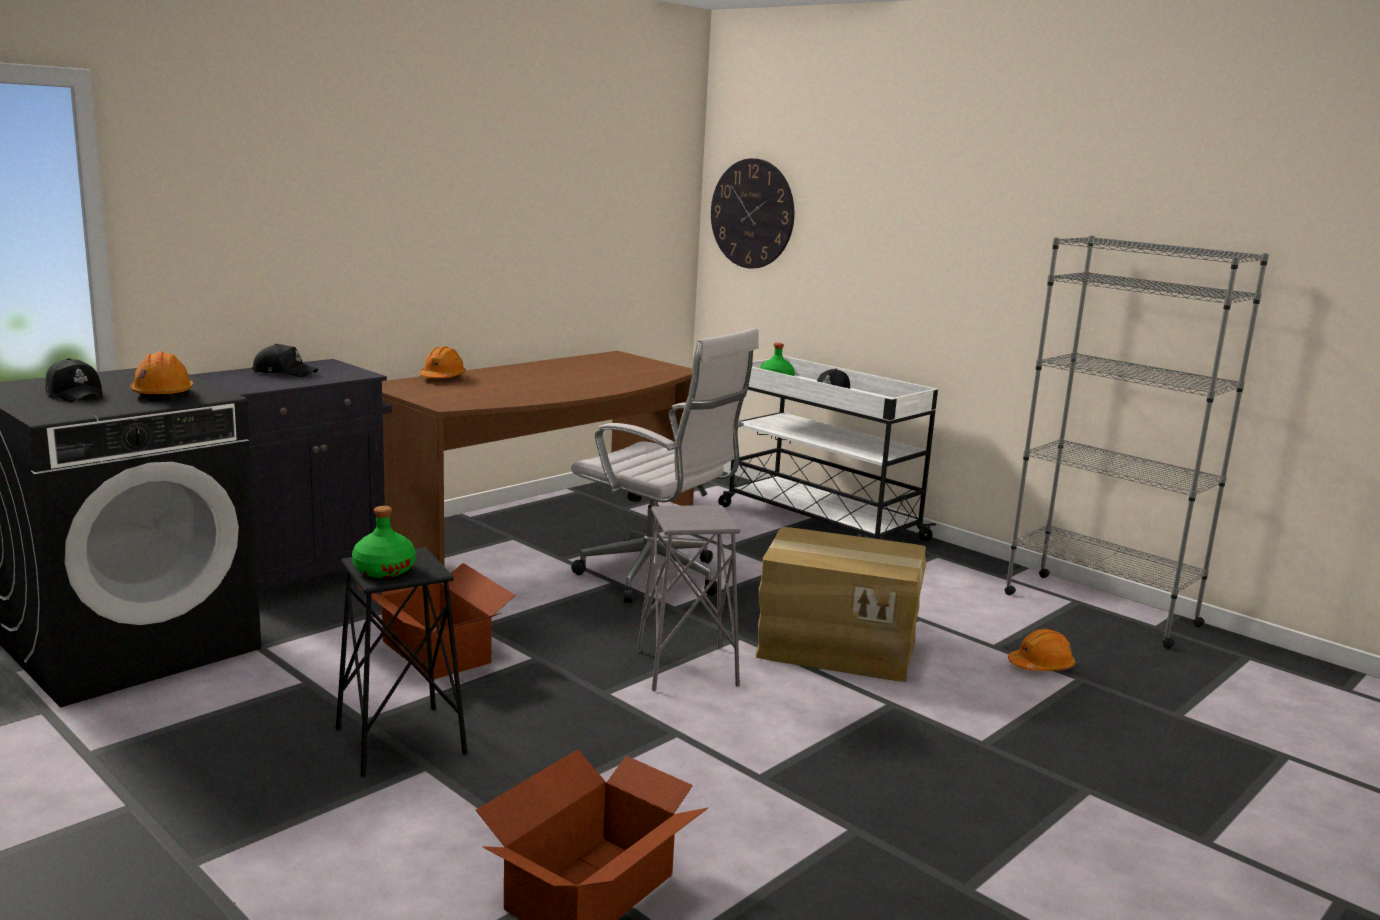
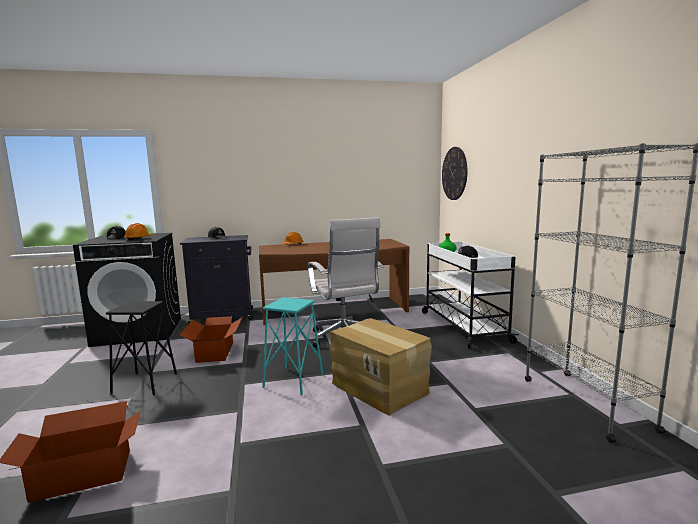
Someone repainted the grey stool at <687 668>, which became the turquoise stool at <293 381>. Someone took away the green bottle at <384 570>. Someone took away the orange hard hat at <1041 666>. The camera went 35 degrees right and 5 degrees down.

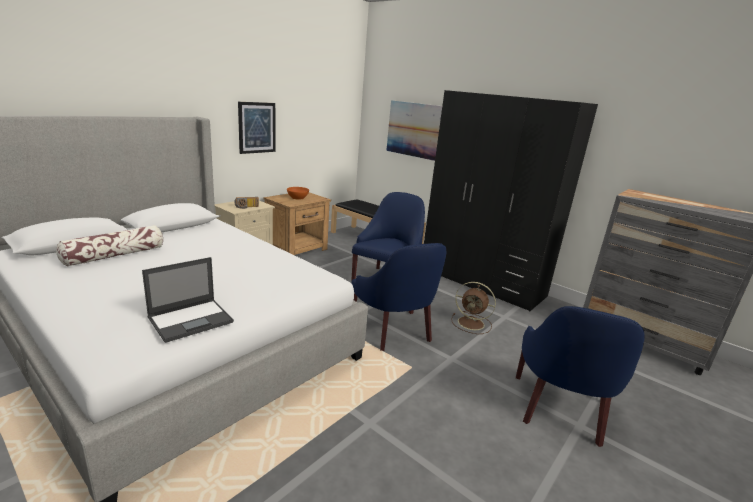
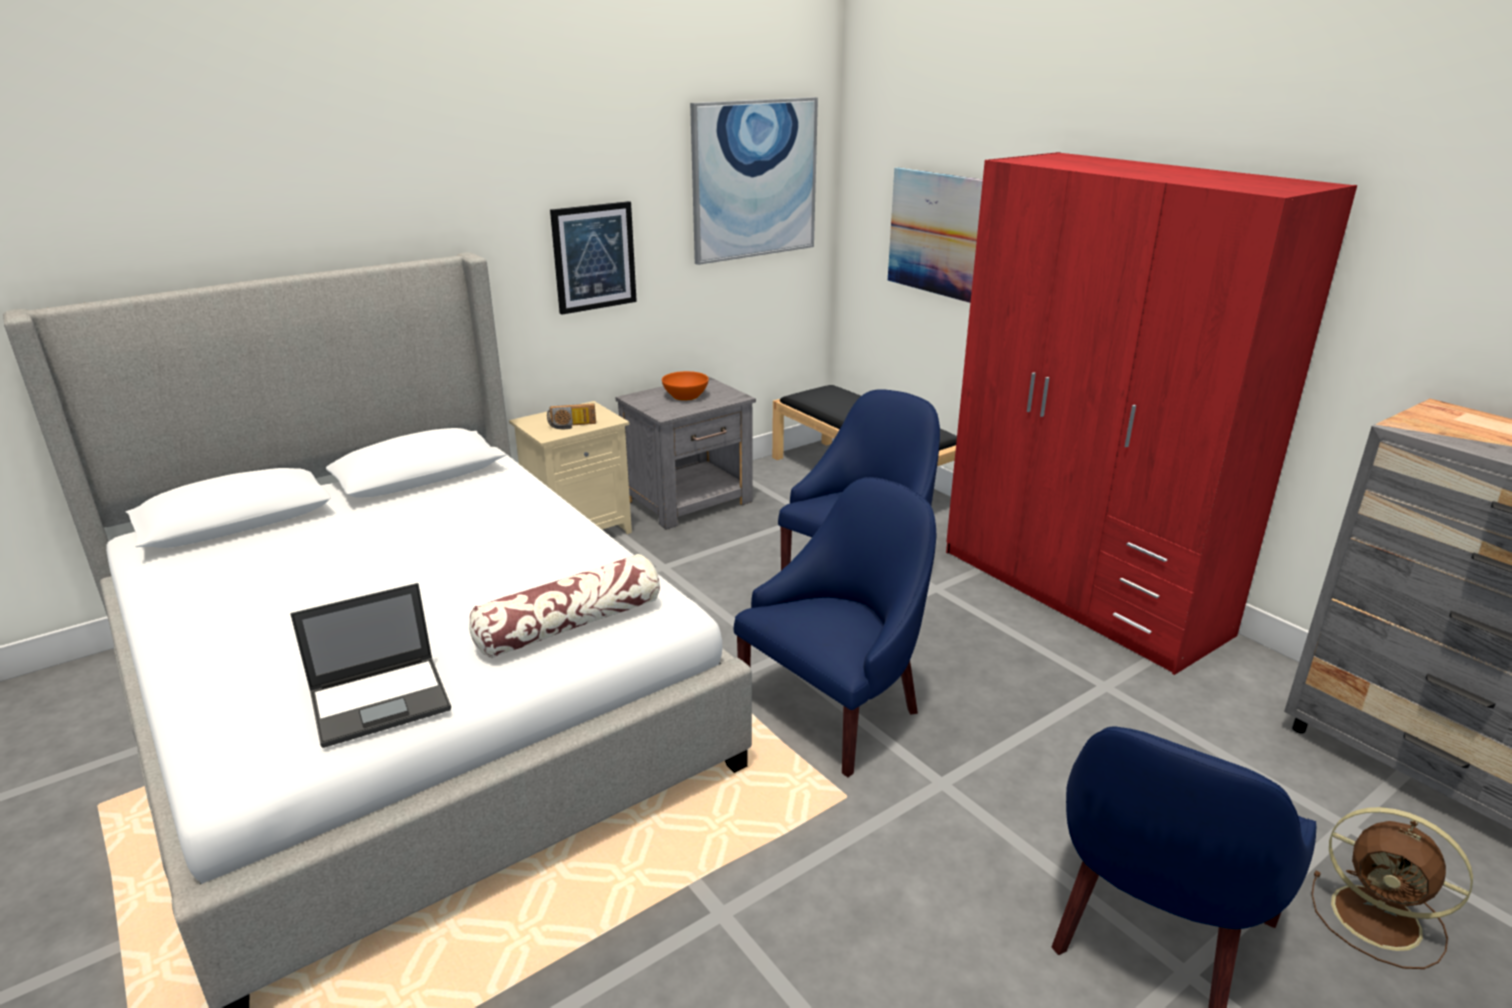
Someone repainted the black wardrobe at <481 282>, which became the red wardrobe at <1080 592>. Someone repainted the brown nightstand at <297 249>, which became the grey nightstand at <690 501>. Someone carried the pillow from <115 255> to <570 625>. Someone rotated the blue armchair at <394 331> by 120 degrees counterclockwise. Someone carried the brown fan from <472 323> to <1380 919>. Someone put up the picture at <754 179>. The camera went 15 degrees right and 5 degrees up.

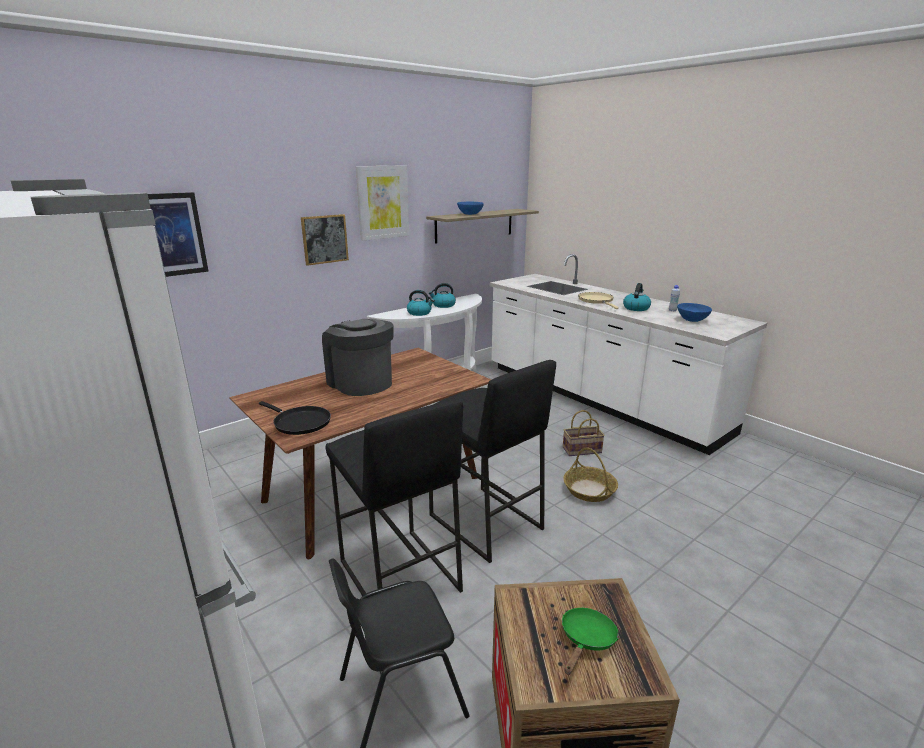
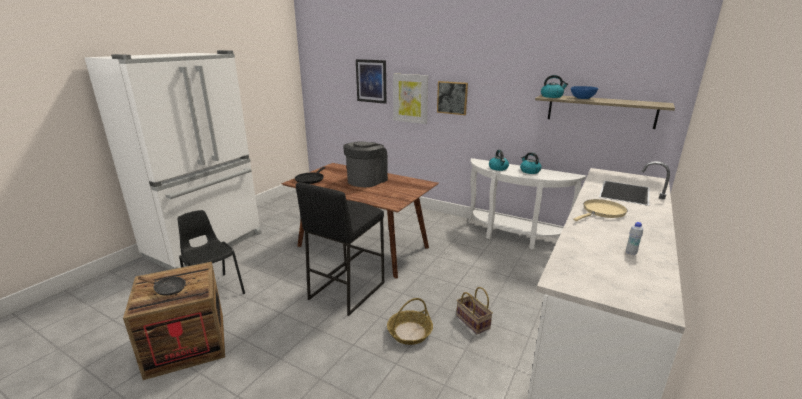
Someone carried the picture from <383 202> to <410 98>. Someone carried the kettle from <636 308> to <552 96>. Someone took away the blue bowl at <692 320>. Someone took away the black stool at <398 576>. Someone repainted the green frying pan at <586 640>, which became the black frying pan at <167 289>. The camera went 70 degrees right and 0 degrees up.

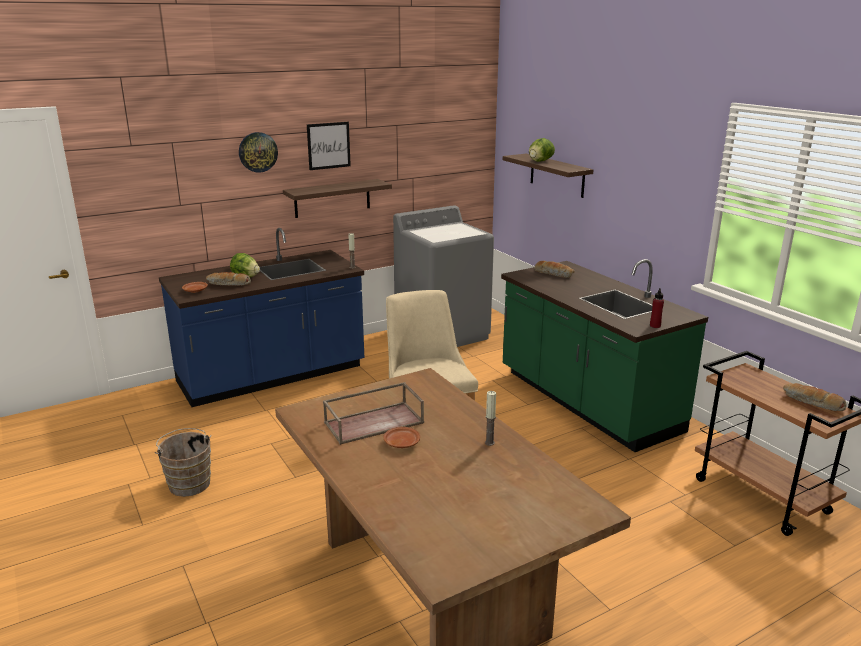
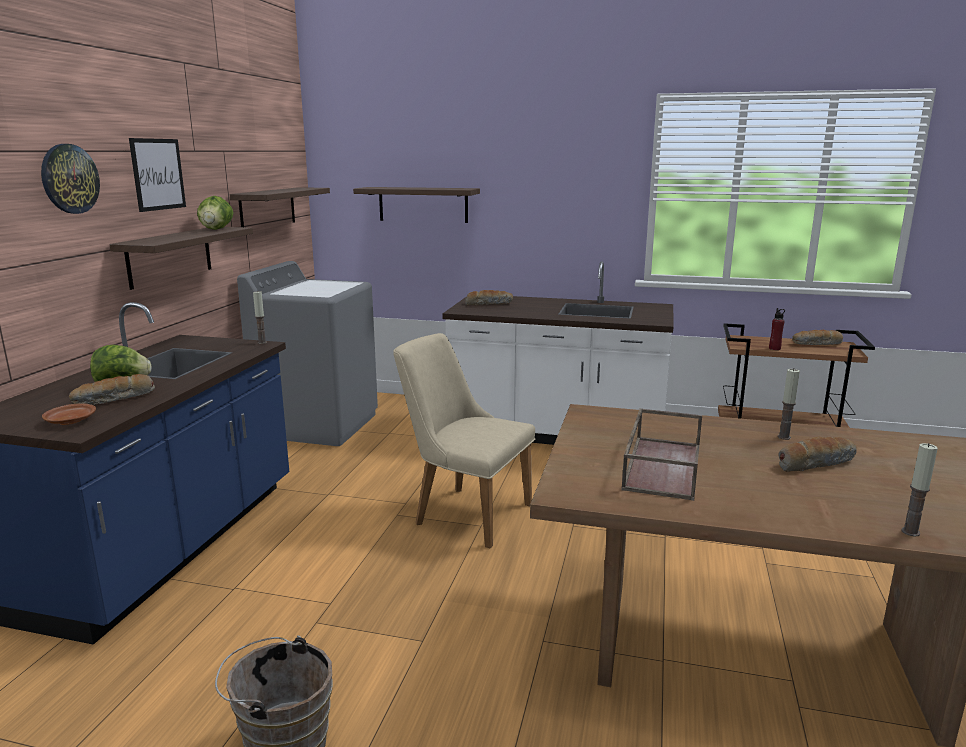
Someone carried the lettuce from <540 161> to <216 229>. Someone repainted the green counter at <586 402>, which became the white counter at <556 433>. Someone carried the red bottle from <655 326> to <774 348>. Someone took away the brown plate at <401 443>. Someone put up the shelf at <267 208>. Someone put down the bread at <815 463>. Someone put down the candle at <910 532>. The camera went 45 degrees left and 5 degrees down.

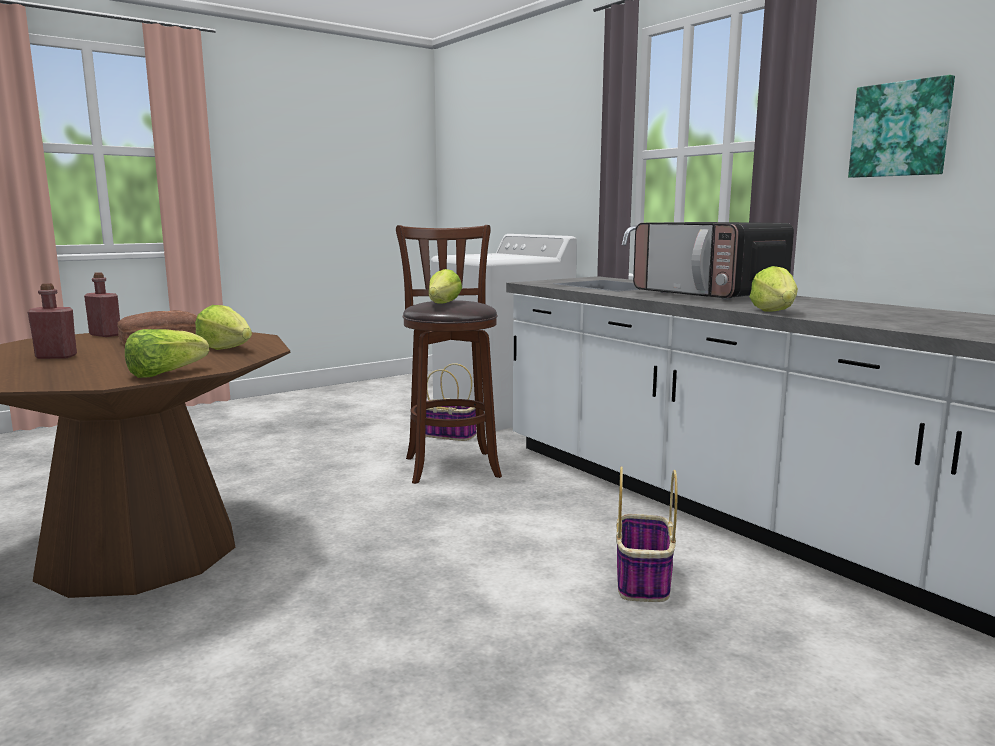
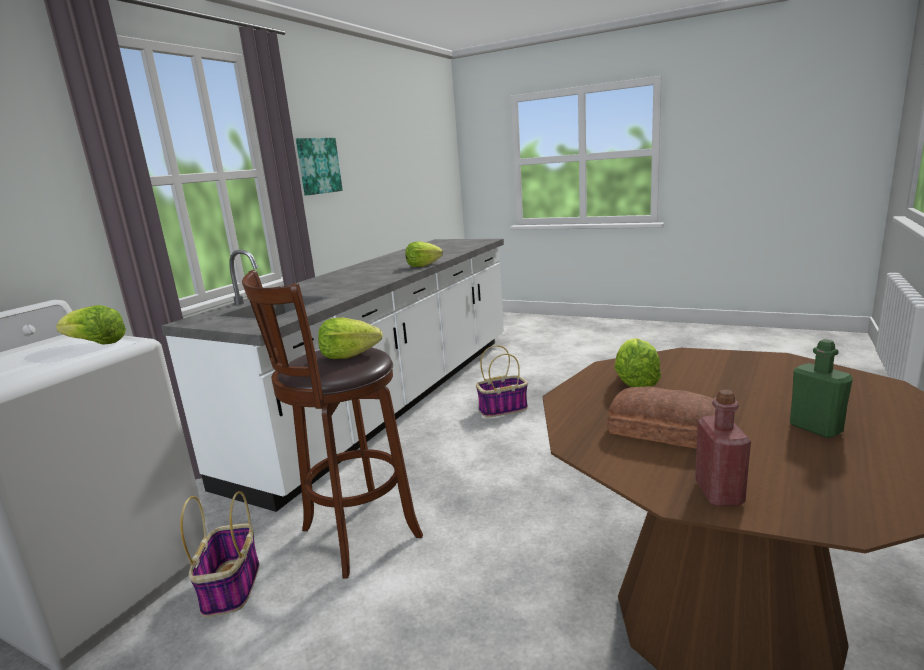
Someone took away the microwave at <709 294>. Someone repainted the red bottle at <56 356>, which became the green bottle at <815 428>. Someone carried the lettuce from <165 374> to <96 343>. The camera went 115 degrees left and 5 degrees up.

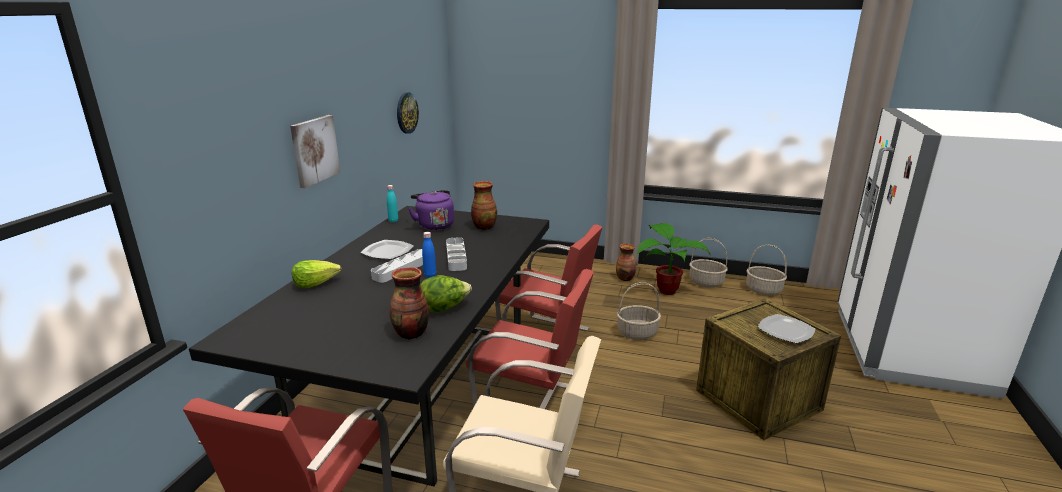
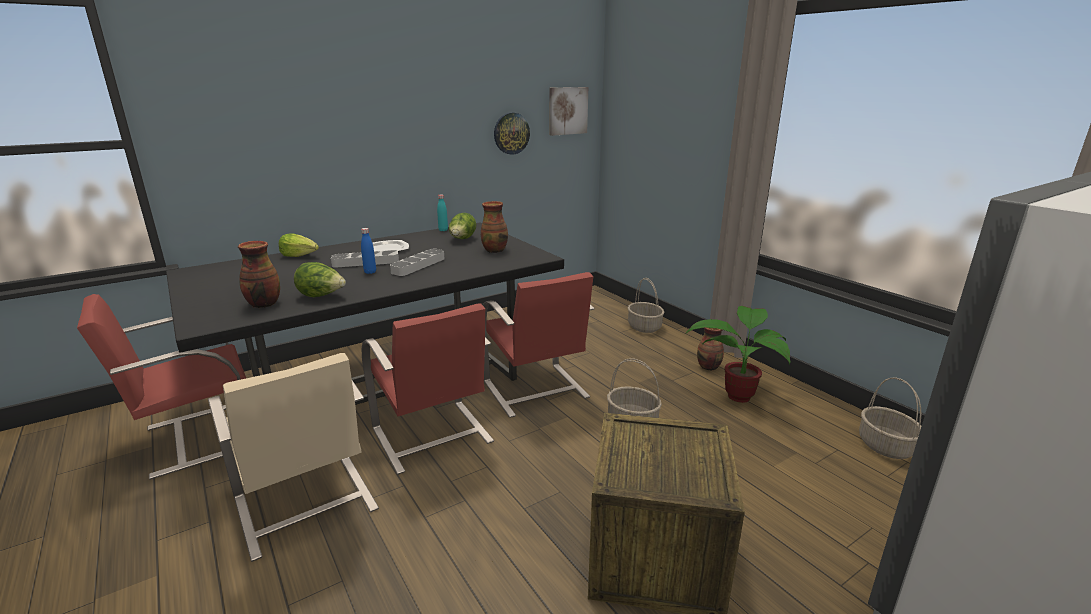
Someone carried the picture from <314 150> to <567 111>. Someone swapped the purple kettle at <434 225> for the lettuce at <462 239>. Someone carried the basket from <706 282> to <645 327>. Someone took away the plate at <785 330>. The camera went 40 degrees right and 0 degrees up.

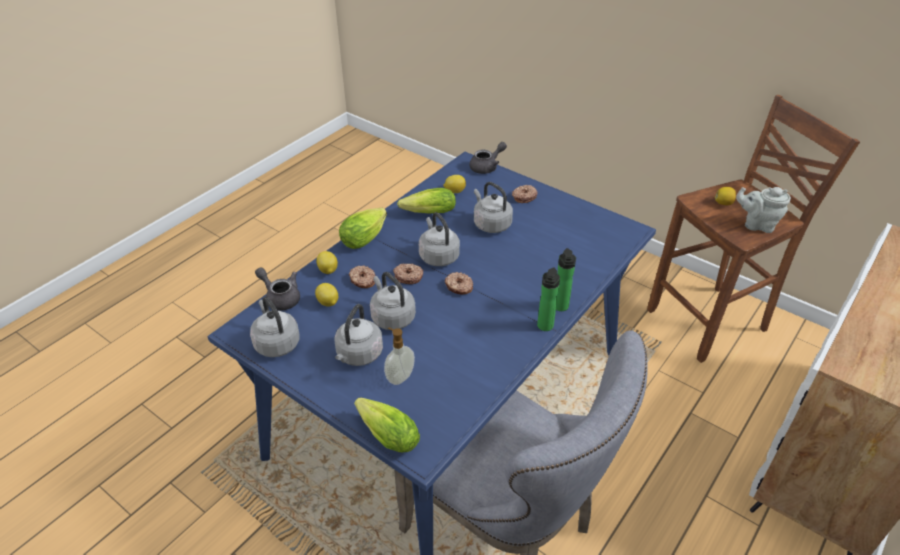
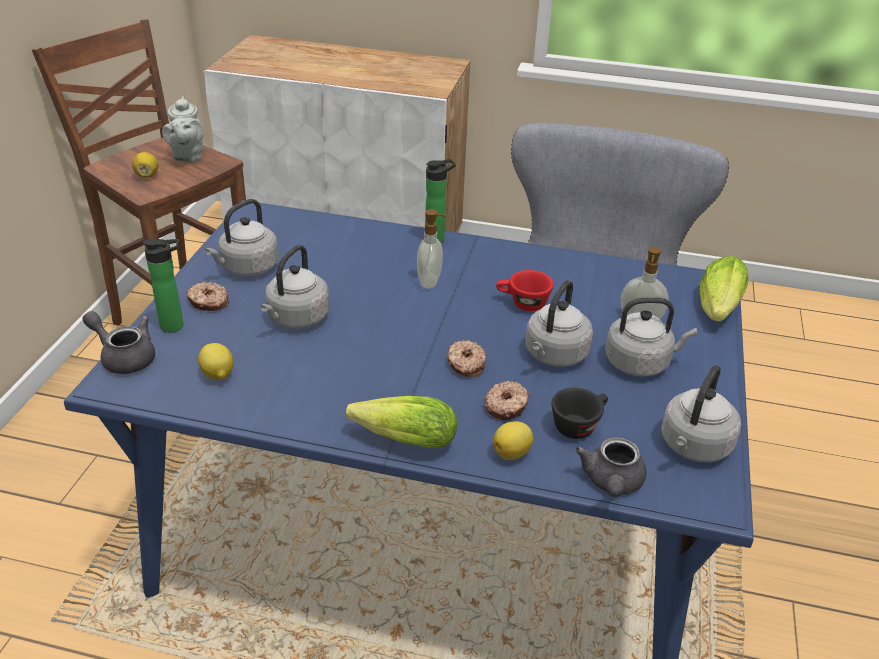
Someone took away the lettuce at <426 213>. Someone carried the grey kettle from <438 256> to <247 268>. Someone carried the bottle from <544 327> to <176 326>. Someone took away the donut at <459 287>. Someone swapped the lemon at <328 303> for the black cup at <578 425>. Someone put down the soap dispenser at <430 281>. Someone put down the red cup at <522 303>. The camera went 115 degrees left and 5 degrees down.

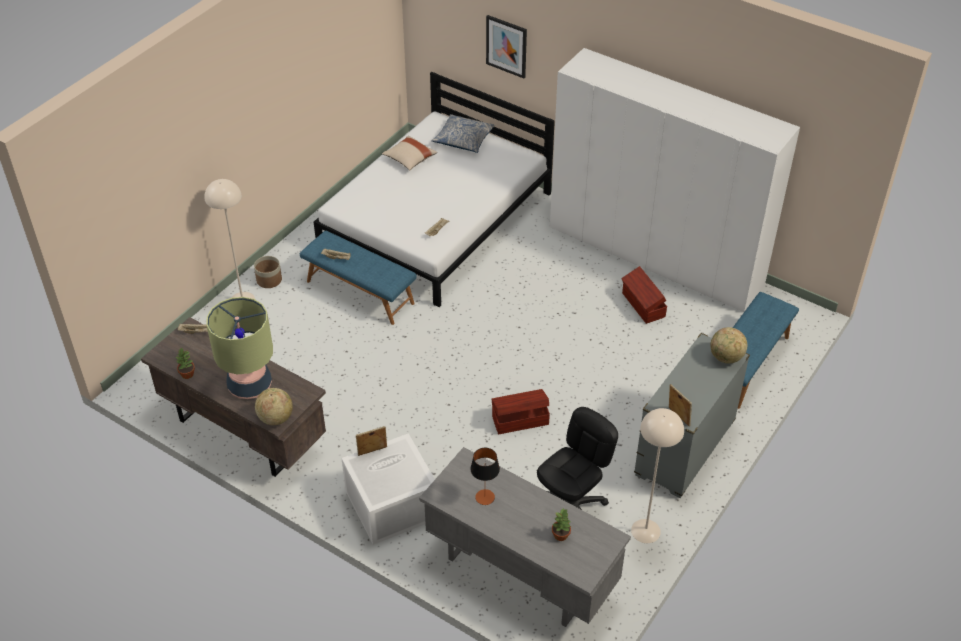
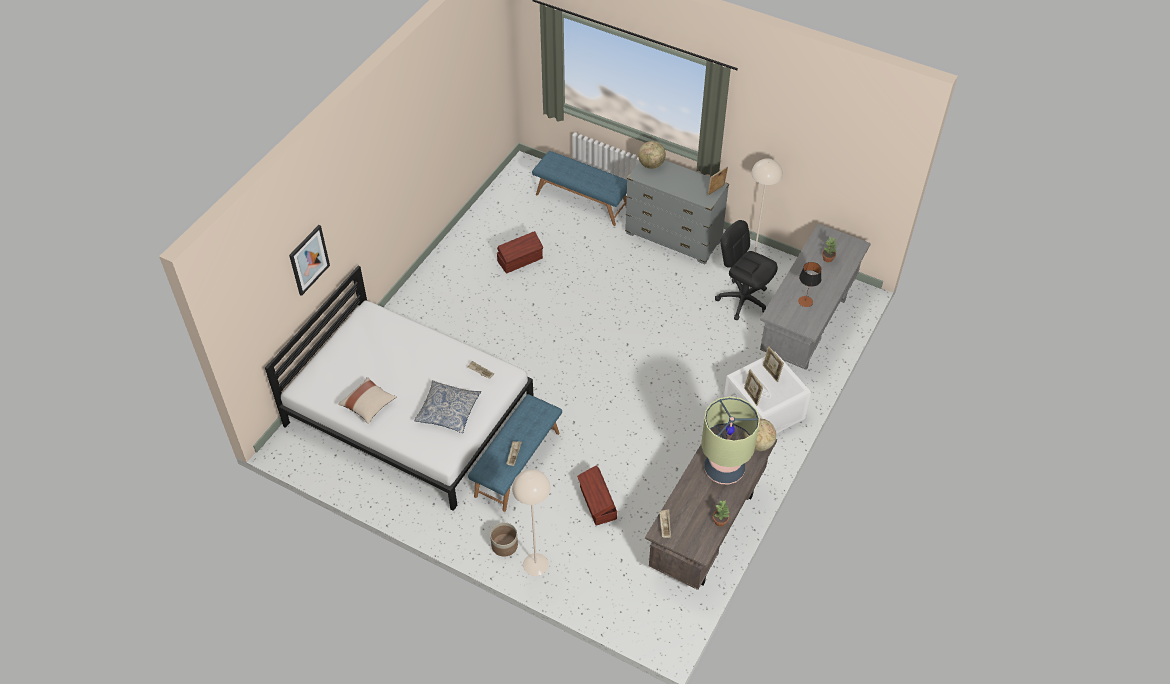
Someone took away the white wardrobe at <655 256>. Someone carried the pillow from <463 139> to <448 411>. Someone carried the brown storage box from <519 420> to <597 503>. Someone put down the picture frame at <771 373>. The camera went 95 degrees left and 5 degrees up.

